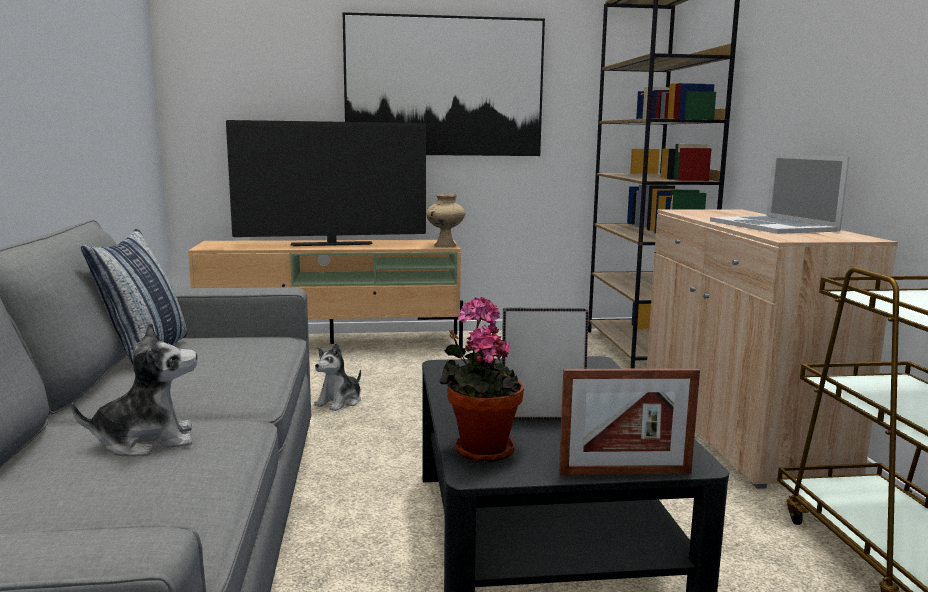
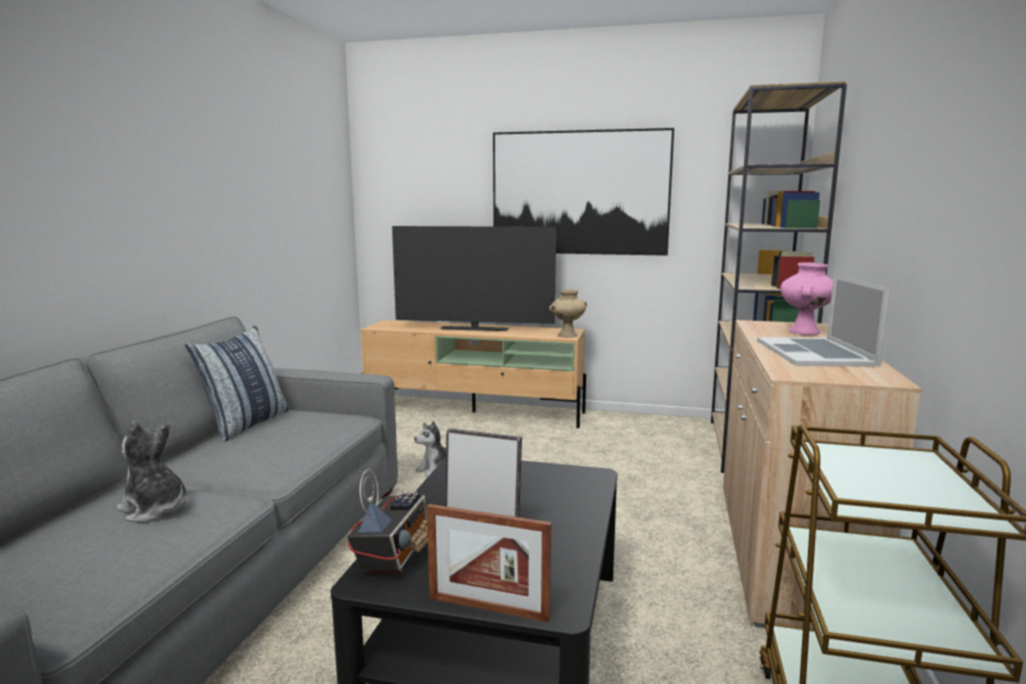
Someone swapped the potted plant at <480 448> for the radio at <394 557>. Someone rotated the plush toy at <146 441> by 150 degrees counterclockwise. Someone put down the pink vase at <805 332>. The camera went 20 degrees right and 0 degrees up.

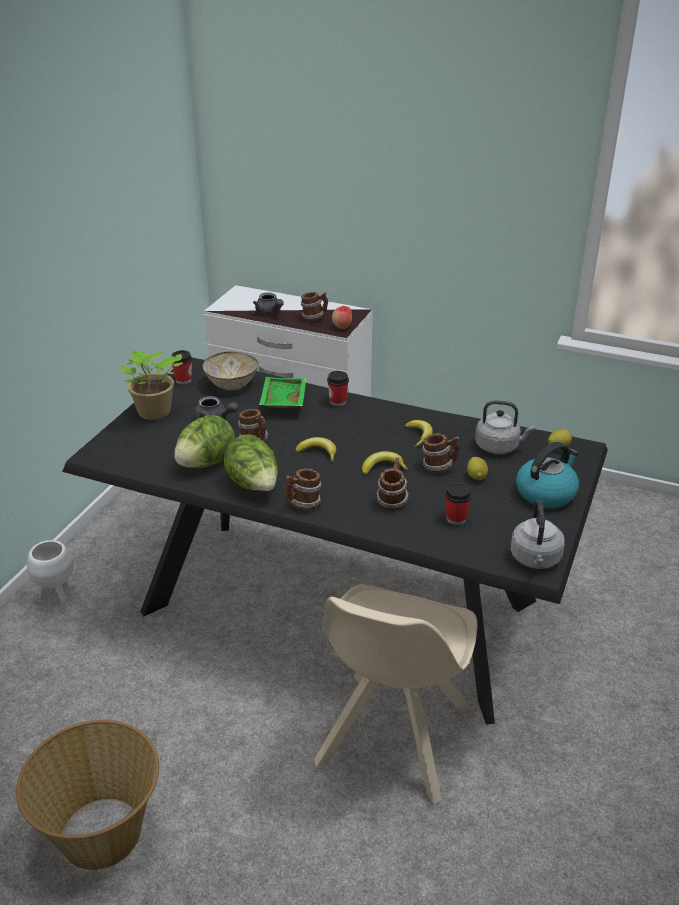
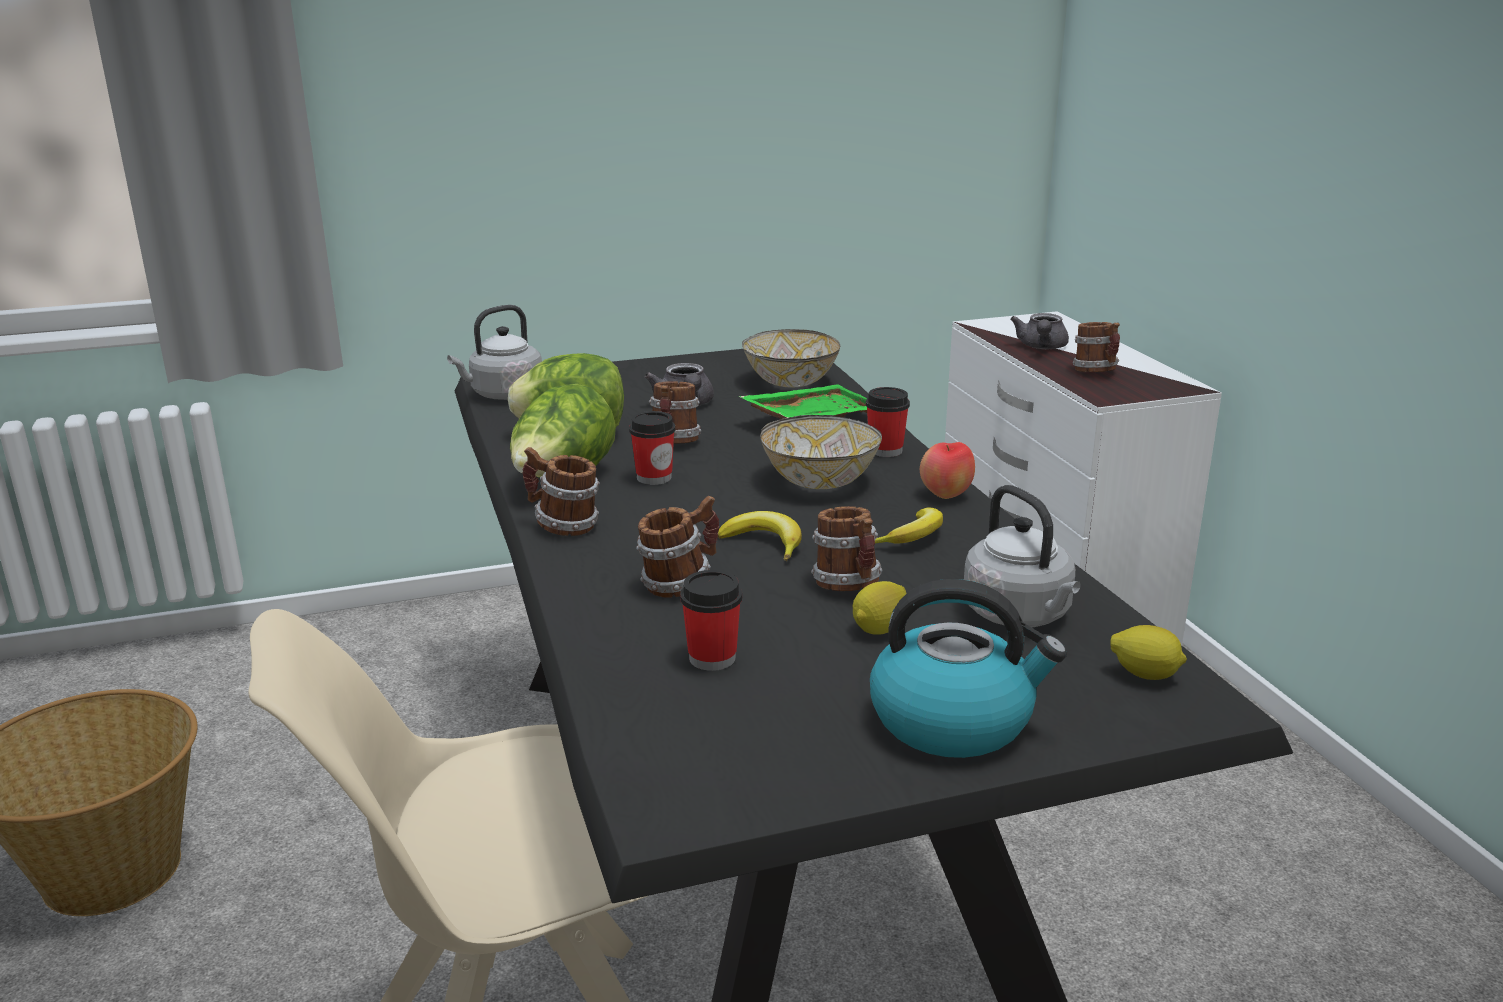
Someone carried the apple from <342 327> to <945 496>. Someone carried the cup from <183 380> to <654 478>. Someone took away the potted plant at <153 413>. Someone took away the banana at <318 452>. Someone carried the grey kettle from <535 560> to <503 395>. Someone took away the white planter at <57 596>. Someone put down the bowl at <819 481>. The camera went 50 degrees right and 10 degrees down.

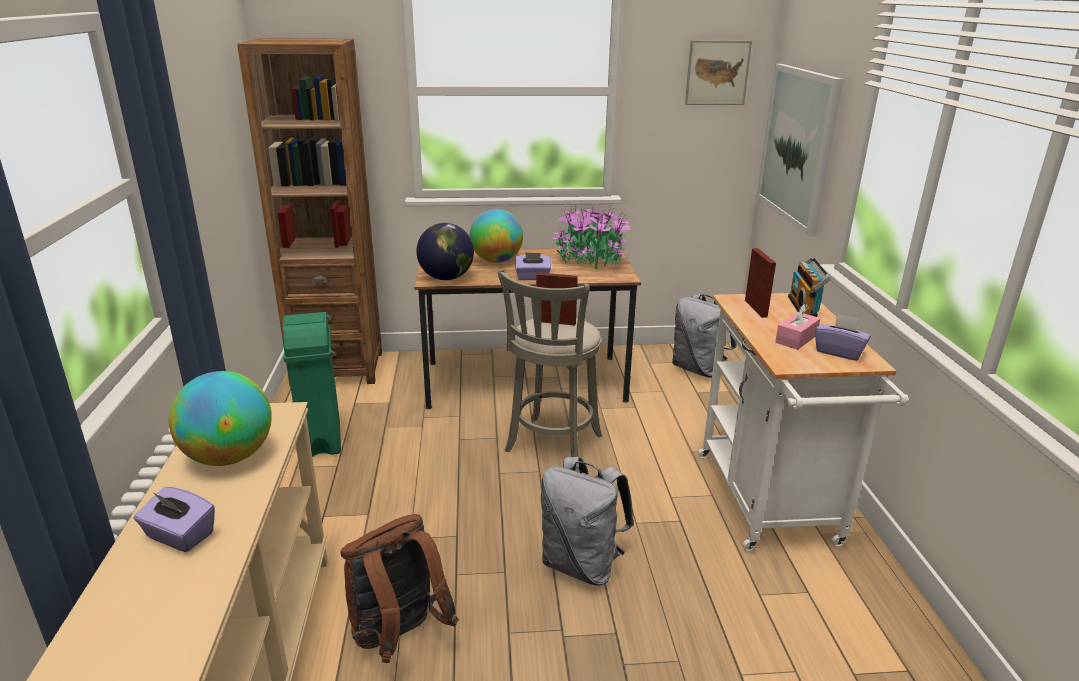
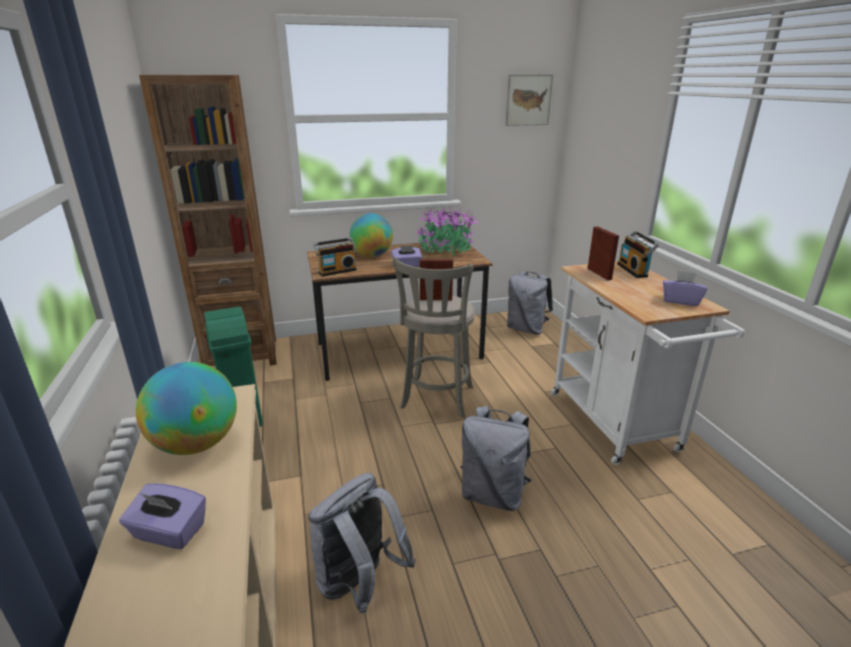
Someone took away the picture at <797 146>. Someone swapped the globe at <446 278> for the radio at <337 271>. Someone took away the pink tissue box at <796 339>. Someone repainted the brown backpack at <398 638>, which became the grey backpack at <359 584>. The camera went 10 degrees left and 0 degrees up.

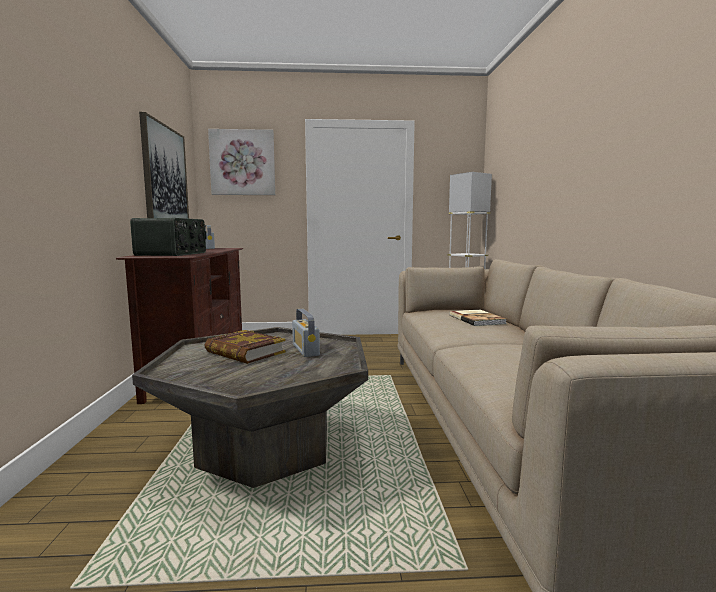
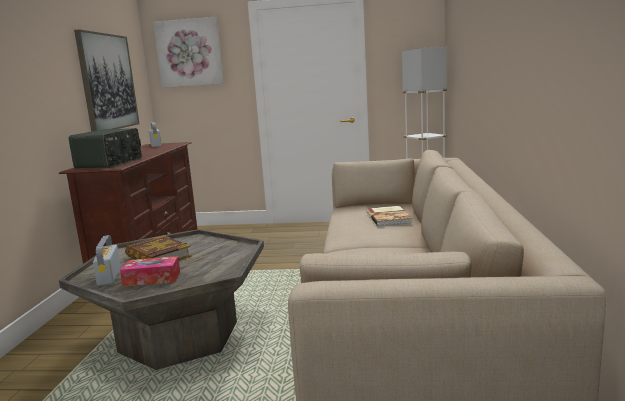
Someone carried the radio from <305 350> to <109 276>. Someone put down the tissue box at <152 279>. The camera went 10 degrees right and 5 degrees up.

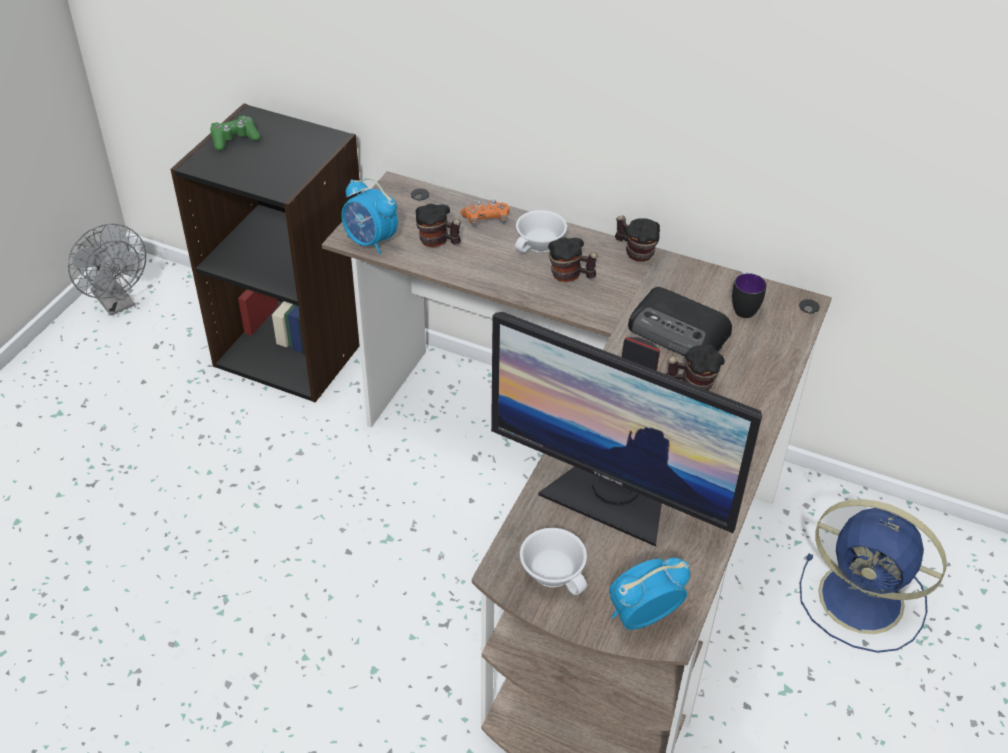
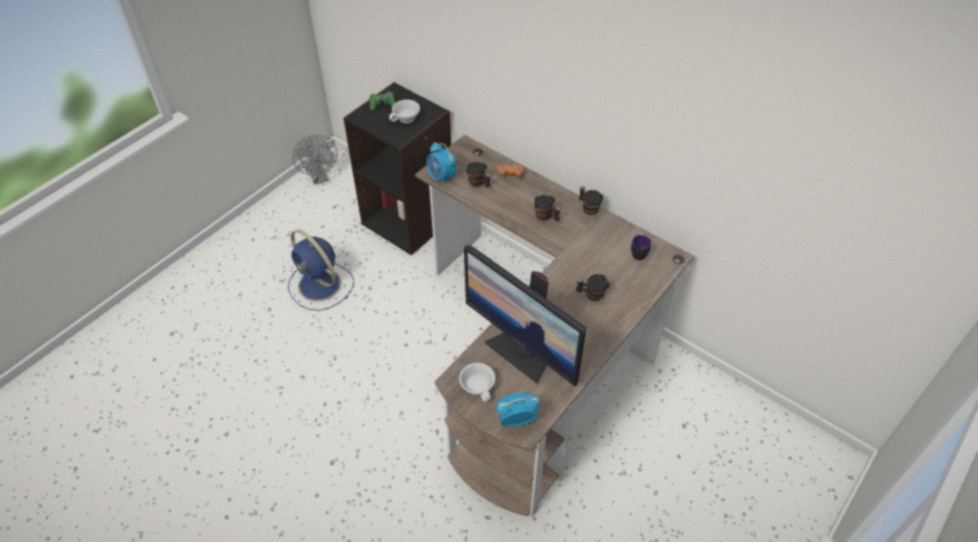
Someone carried the white cup from <540 245> to <406 118>. Someone took away the radio at <679 332>. Someone carried the blue fan from <865 600> to <321 286>. The camera went 15 degrees right and 5 degrees up.

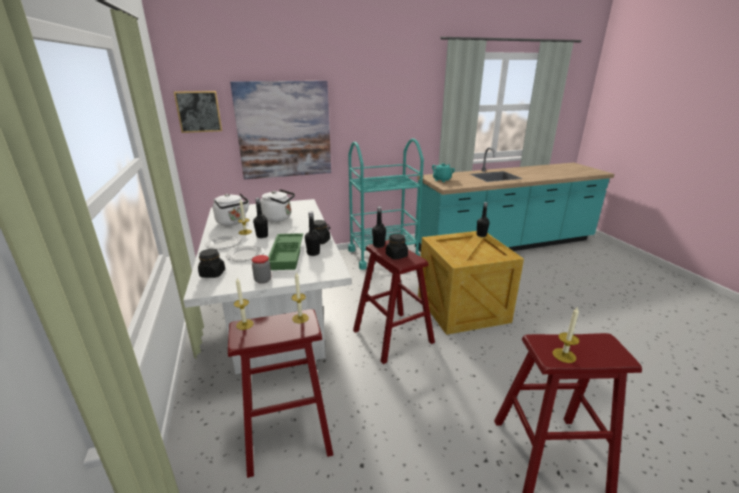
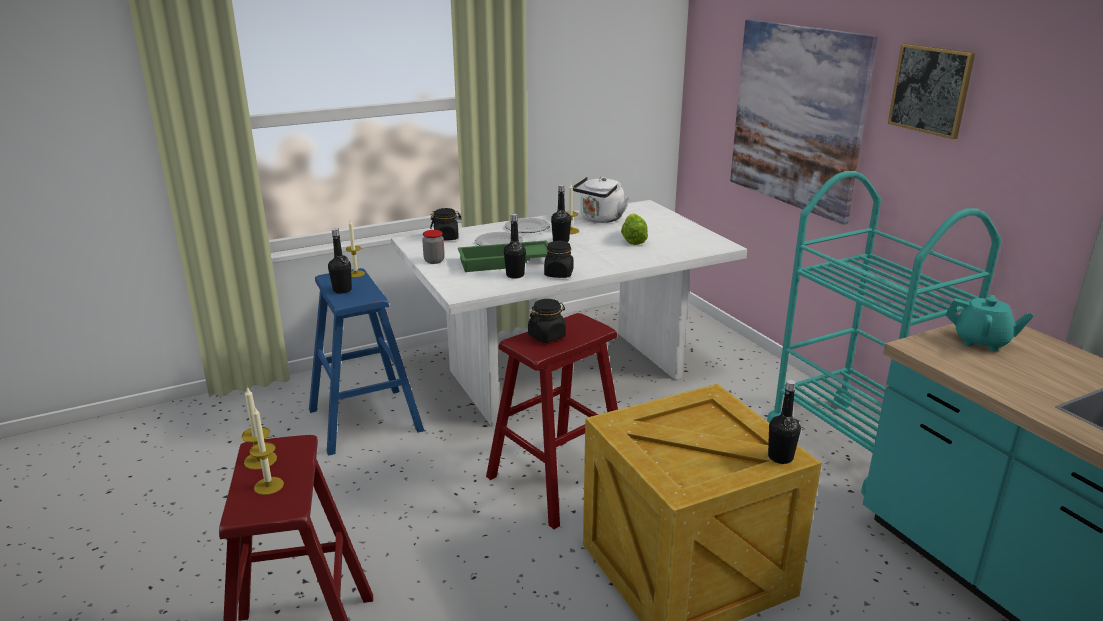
Someone carried the picture from <198 111> to <931 90>. Someone swapped the white kettle at <279 218> for the lettuce at <633 240>. Someone carried the black bottle from <378 245> to <342 290>. Someone carried the candle from <300 318> to <268 486>. Someone repainted the red stool at <286 430>, which became the blue stool at <365 420>. The camera went 80 degrees right and 0 degrees up.

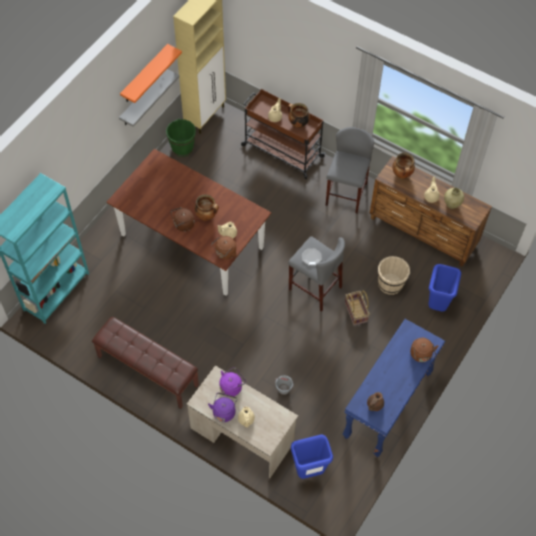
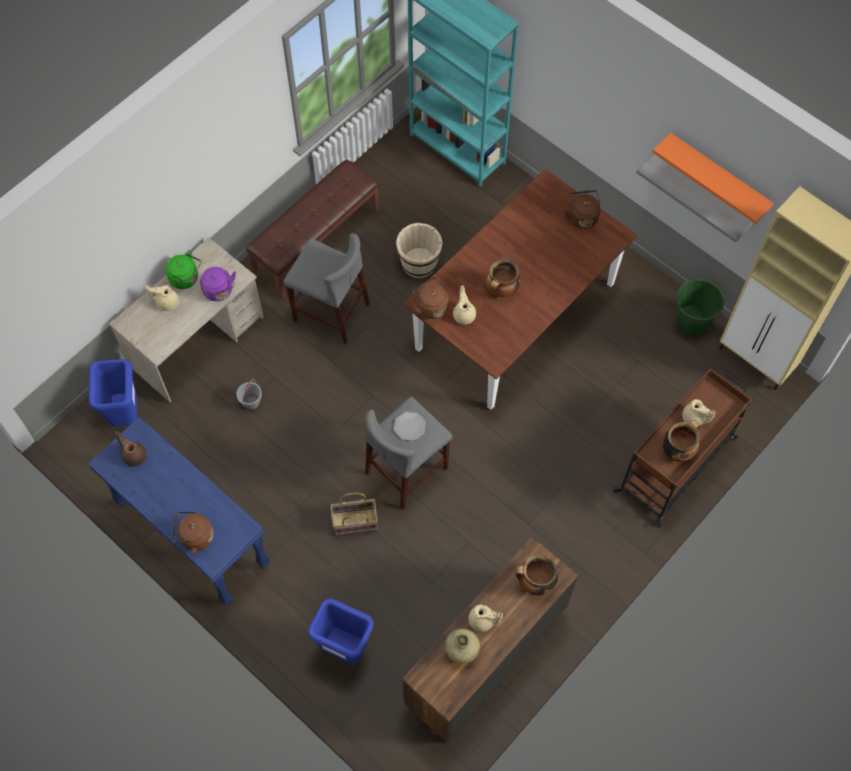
Someone carried the grey stool from <346 194> to <331 312>. Someone carried the brown kettle from <183 225> to <582 216>. Someone carried the beige bucket from <390 284> to <419 263>. Someone repainted the purple kettle at <224 411>, which became the green kettle at <186 279>. The camera went 100 degrees right and 5 degrees up.

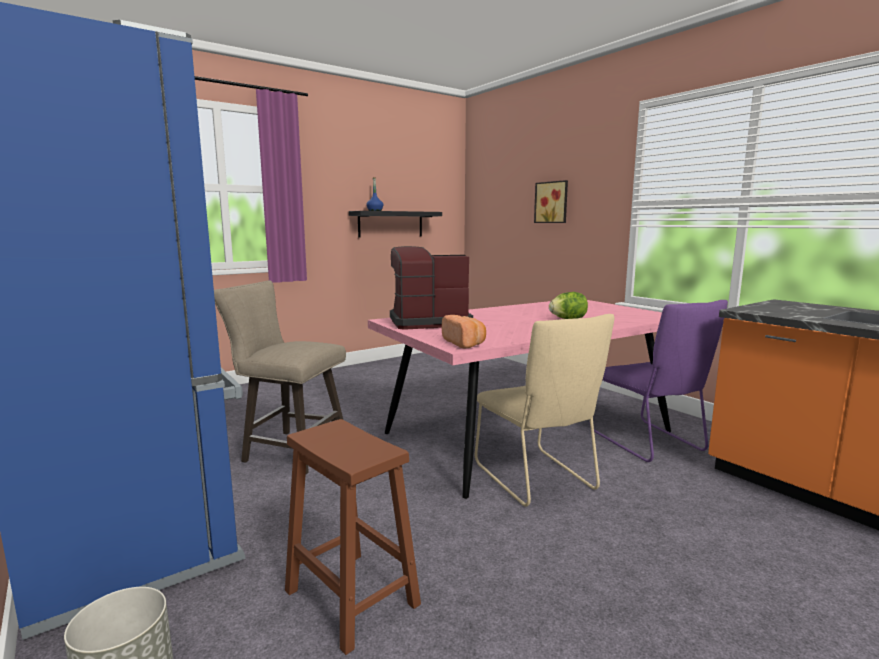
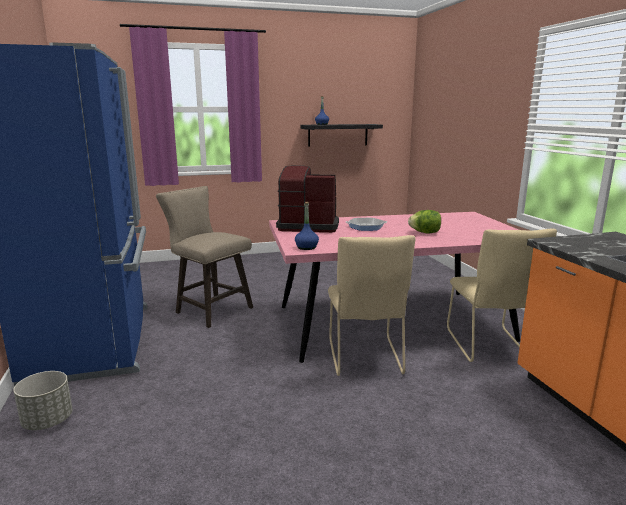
Someone took away the picture at <552 202>. Someone repainted the purple chair at <649 442>, which became the beige chair at <489 347>. Someone swapped the bread at <465 343> for the blue bottle at <306 247>. Someone took away the brown stool at <353 598>. Someone put down the frying pan at <366 227>. The camera went 20 degrees right and 5 degrees up.

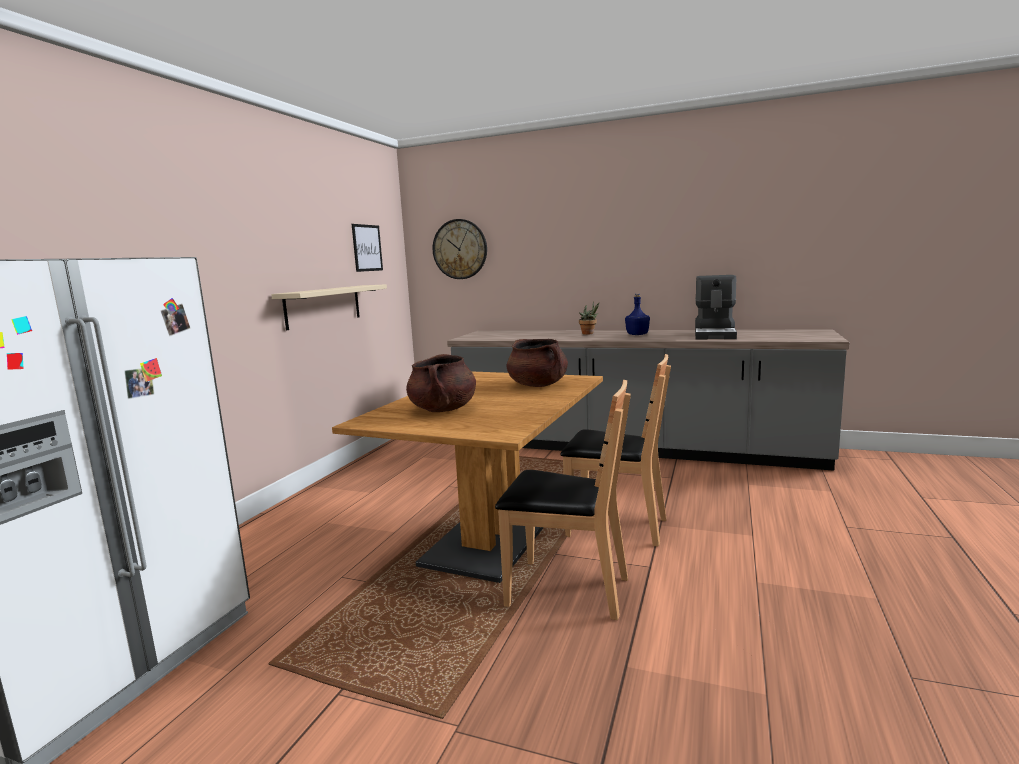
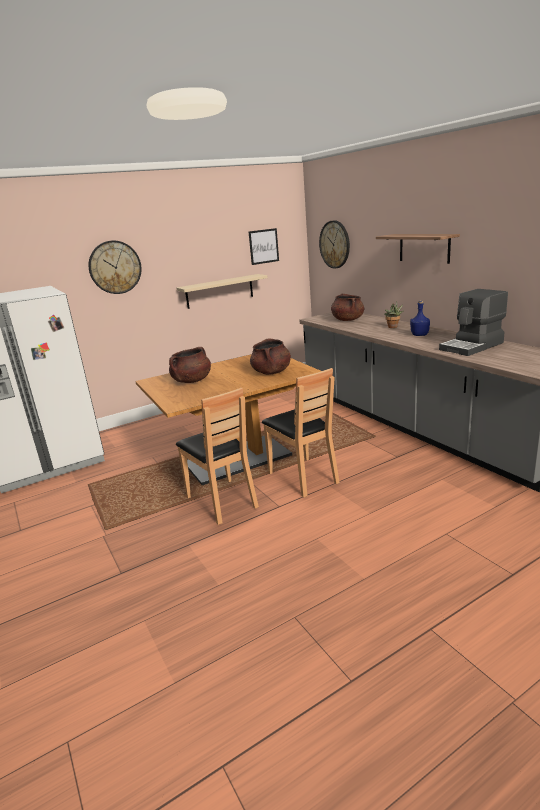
Someone put up the shelf at <424 248>. Someone put up the wall clock at <115 267>. Someone put down the brown cooking pot at <347 320>. The camera went 40 degrees right and 10 degrees up.

